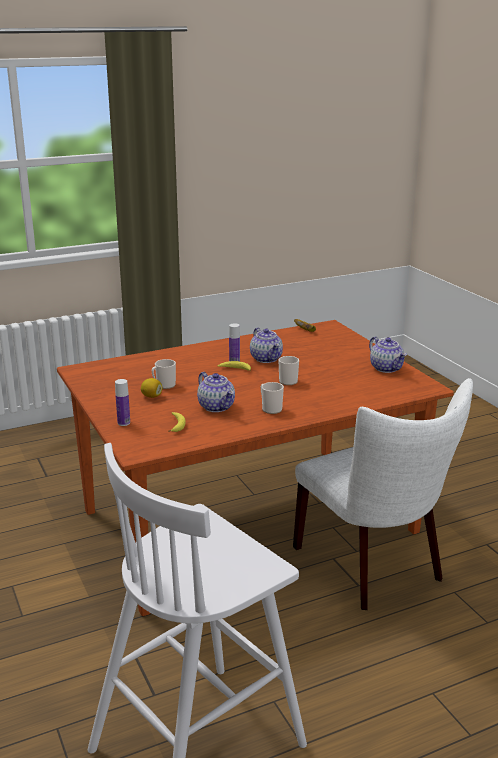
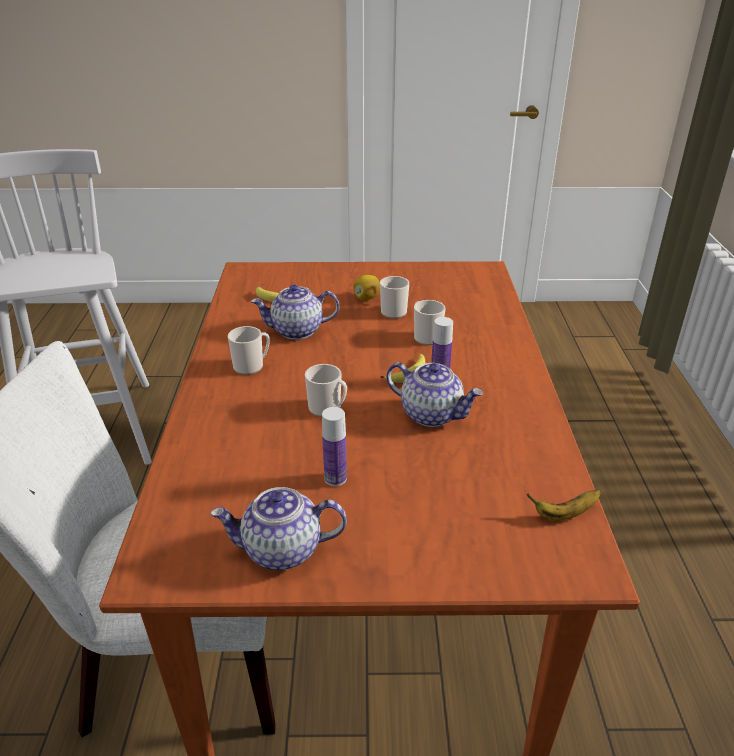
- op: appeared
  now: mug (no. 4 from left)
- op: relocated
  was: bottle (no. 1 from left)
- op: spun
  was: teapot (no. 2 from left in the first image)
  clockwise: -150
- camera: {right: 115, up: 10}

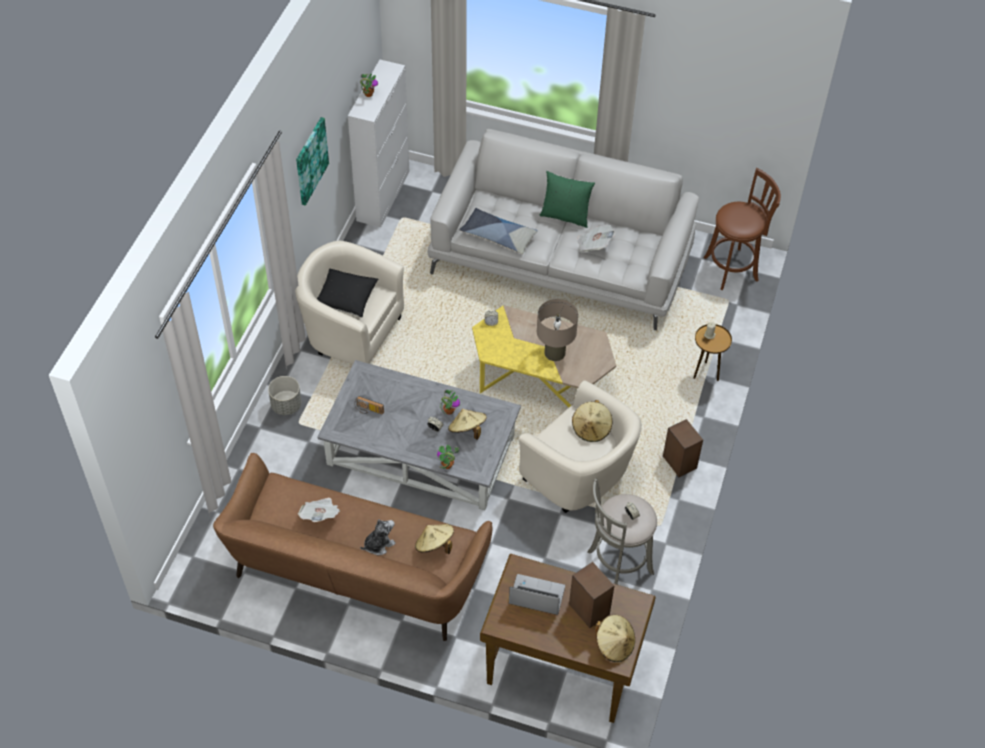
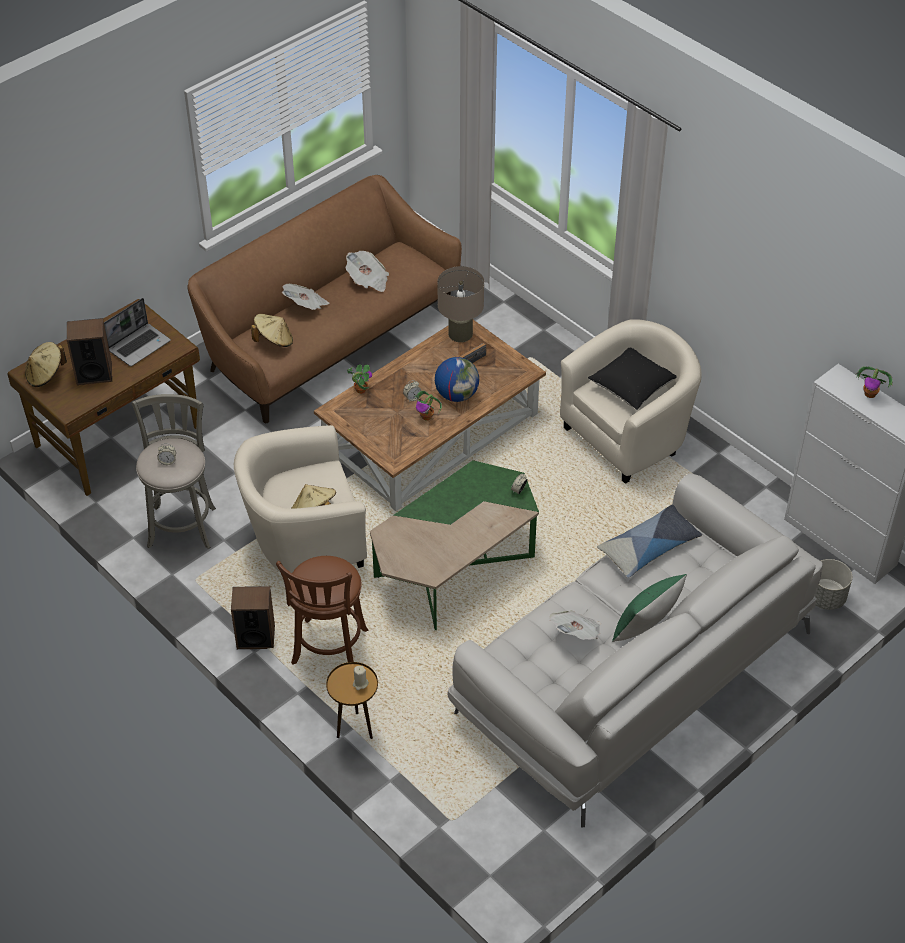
- op: missing
  was: picture
- op: missing
  was: beige hat (no. 2 from left)
- op: appeared
  now: globe
- op: relocated
  was: grey planter
- op: relocated
  was: beige table lamp
- op: relocated
  was: brown stool
- op: exchanged
  was: plush toy
  now: newspaper (no. 1 from left)
- op: colour
  was: grey coffee table
  now: brown coffee table
- op: colour
  was: yellow coffee table
  now: green coffee table
- camera: {right: 120, up: -5}

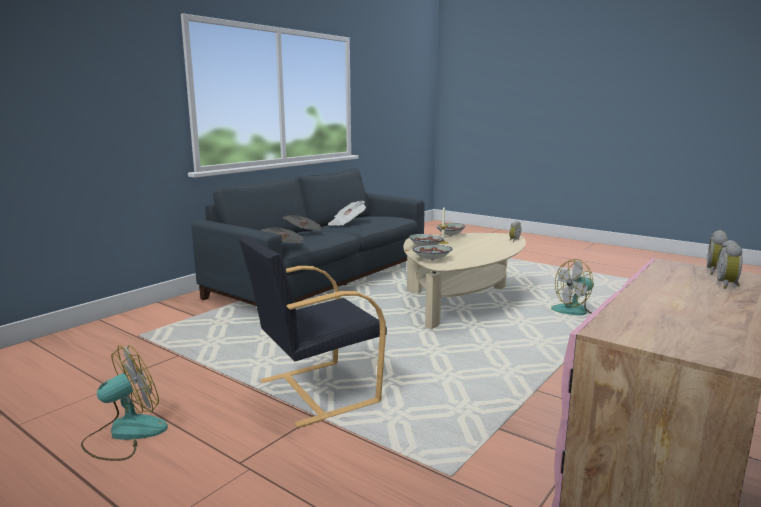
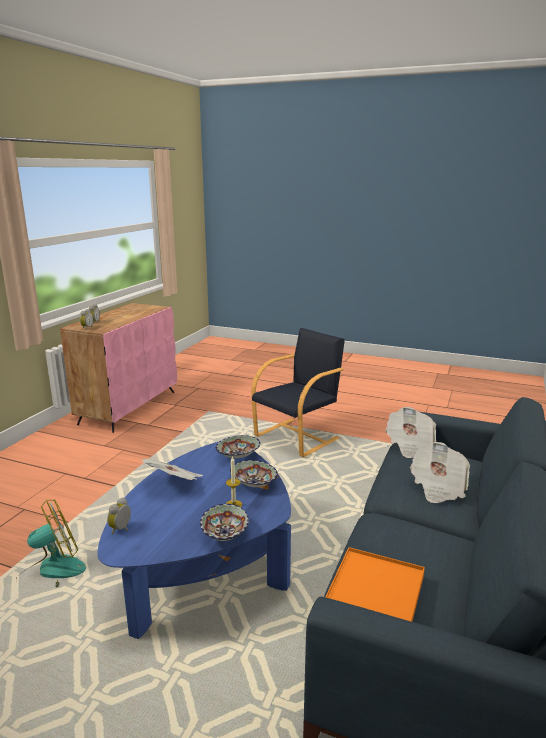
- op: missing
  was: fan (no. 1 from left)
- op: appeared
  now: orange tray
- op: relocated
  was: newspaper (no. 3 from left in the first image)
  now: newspaper (no. 1 from left)
- op: colour
  was: beige coffee table
  now: blue coffee table
- camera: {right: 165, up: 5}

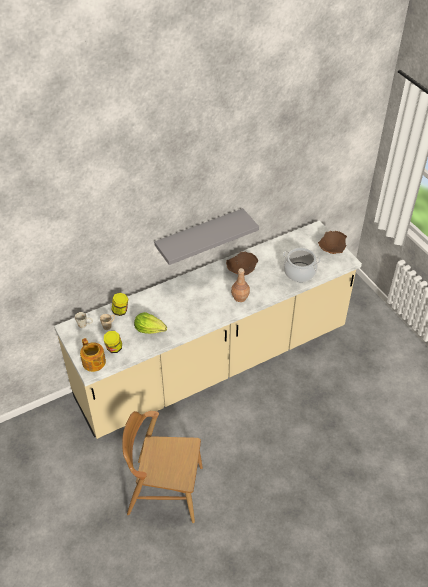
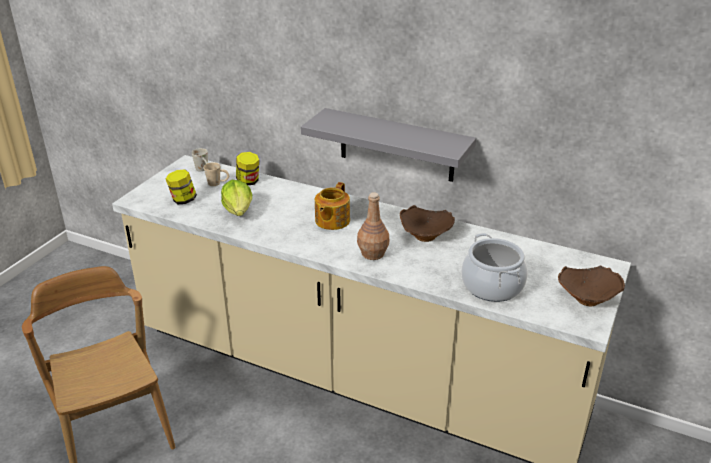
- op: relocated
  was: teapot
- camera: {right: 55, up: -15}

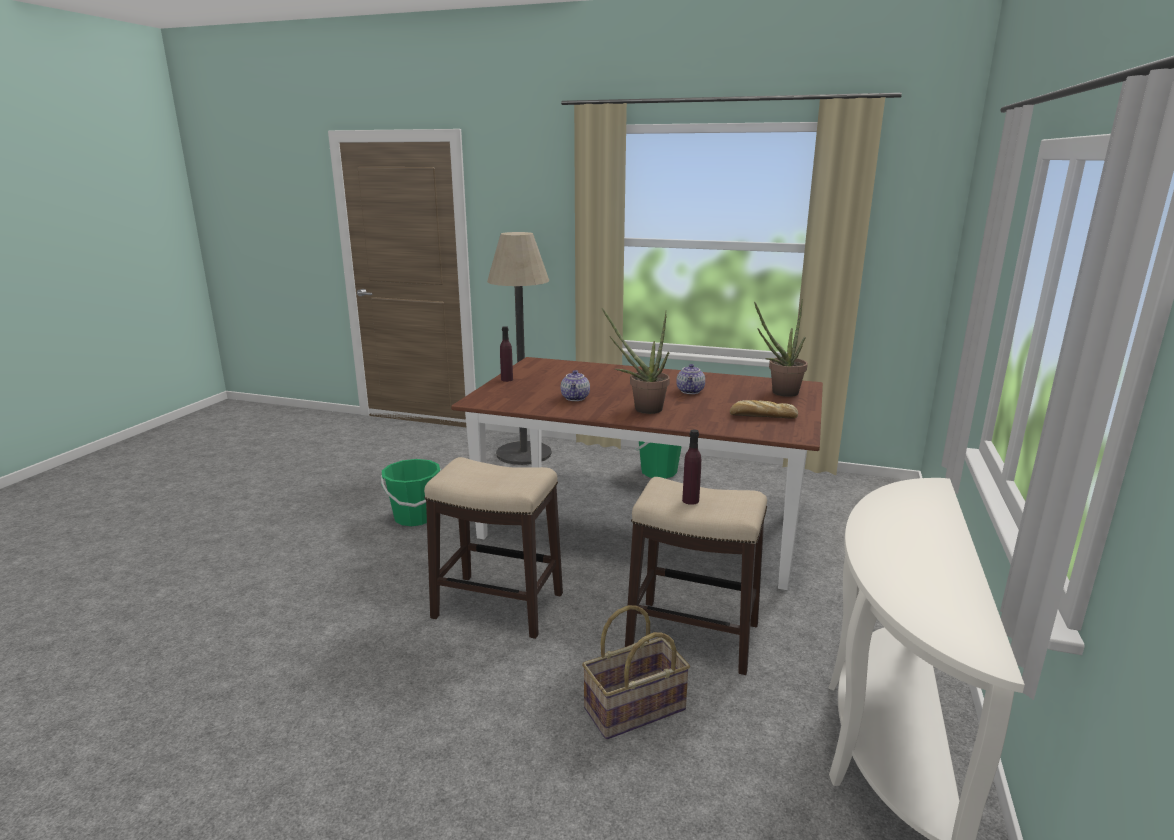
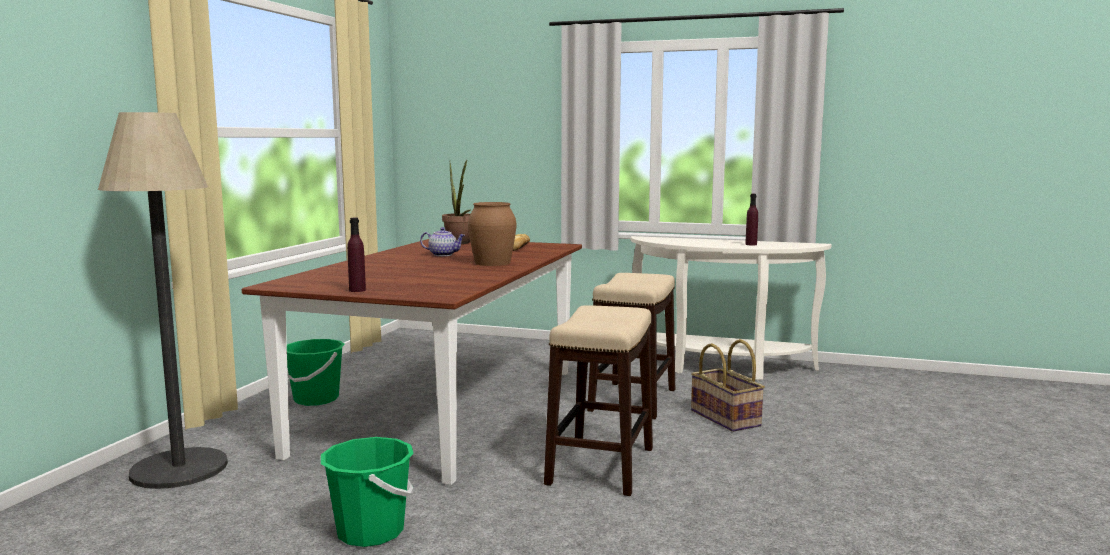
- op: missing
  was: teapot (no. 1 from left)
- op: relocated
  was: purple bottle (no. 2 from left)
- op: exchanged
  was: potted plant (no. 1 from left)
  now: brown vase
- camera: {right: -90, up: -10}

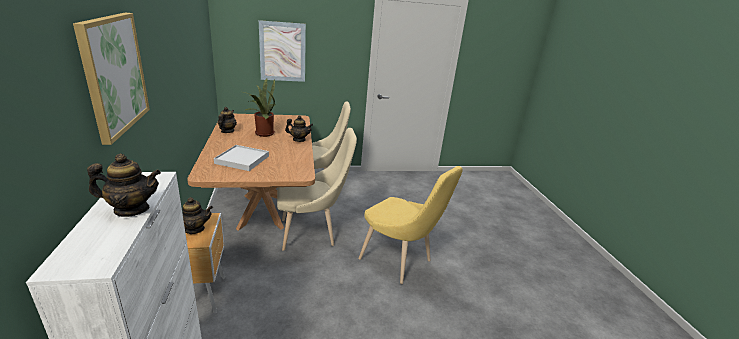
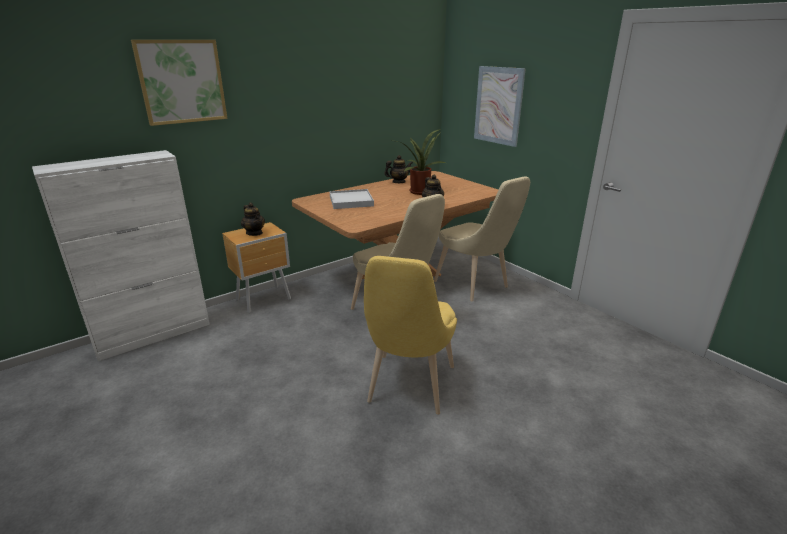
- op: missing
  was: teapot (no. 1 from left)
- camera: {right: 65, up: 0}

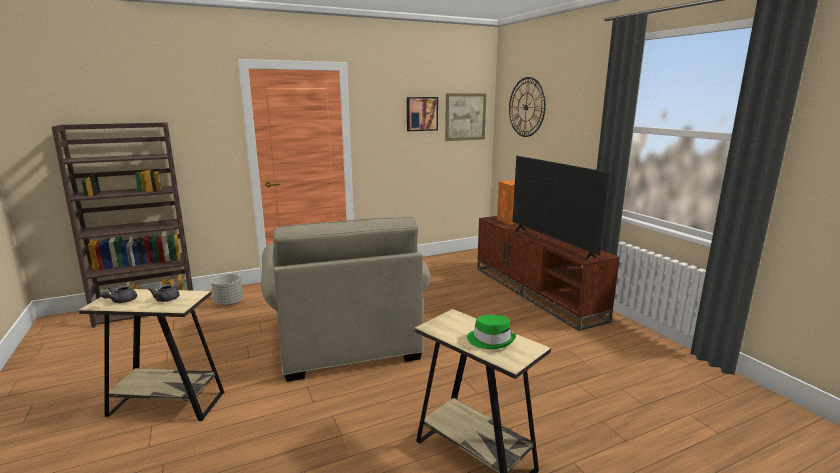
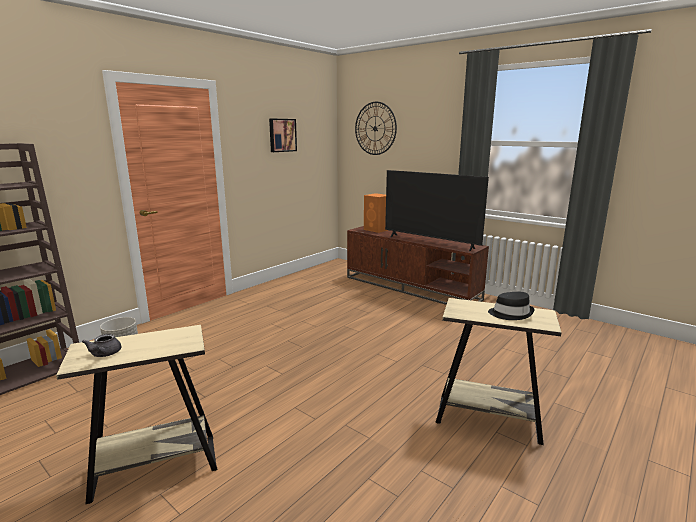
- op: missing
  was: grey teapot (no. 2 from left)
- op: missing
  was: beige armchair
- op: missing
  was: picture (no. 2 from left)
- op: colour
  was: green hat
  now: black hat
- camera: {right: -25, up: 0}

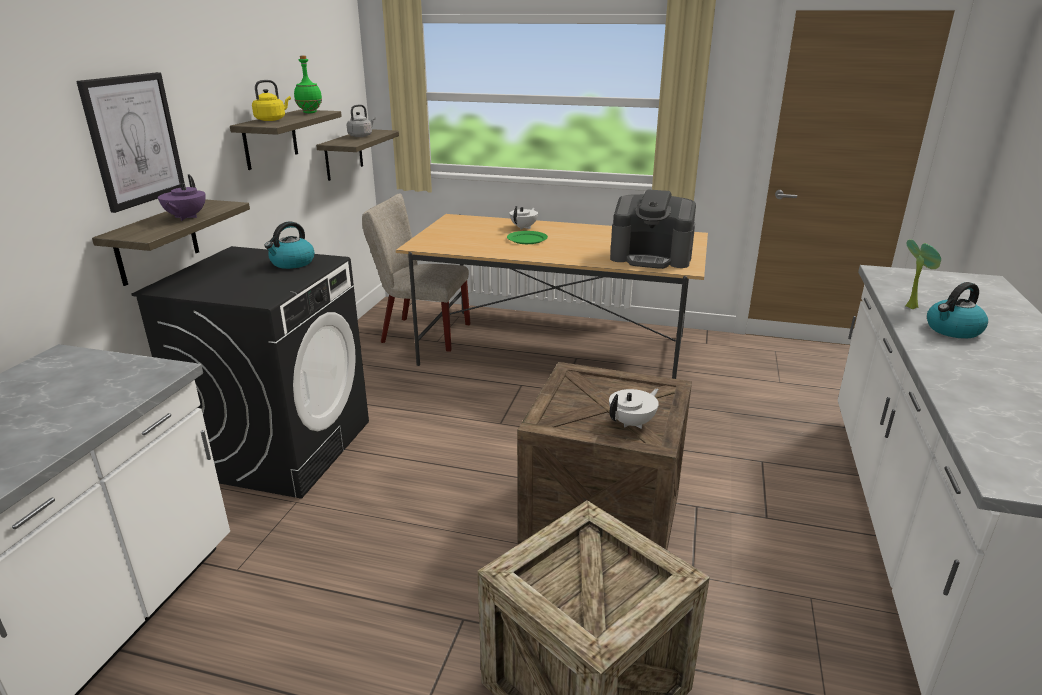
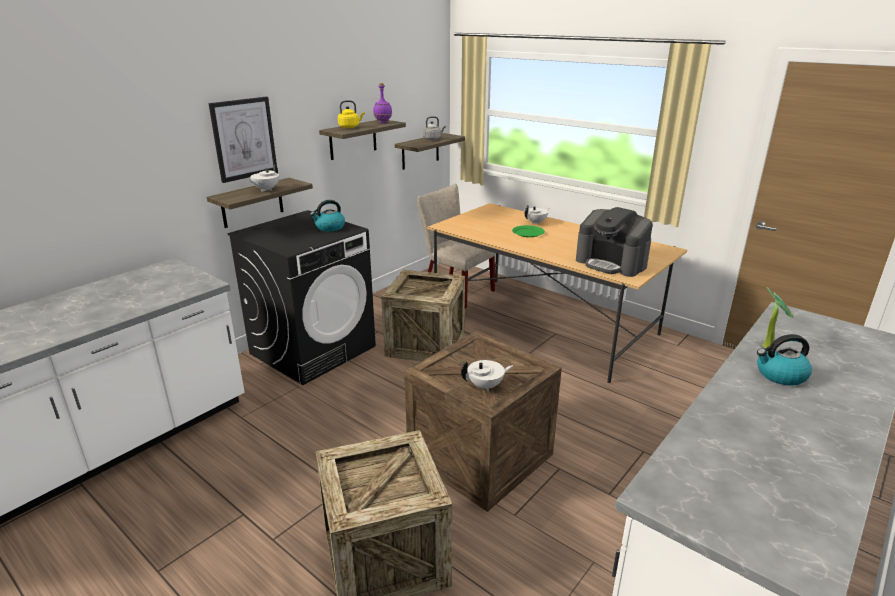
- op: appeared
  now: crate (no. 2 from left)
- op: colour
  was: purple teapot
  now: white teapot (no. 1 from left)
- op: colour
  was: green bottle
  now: purple bottle
- camera: {right: 25, up: 0}

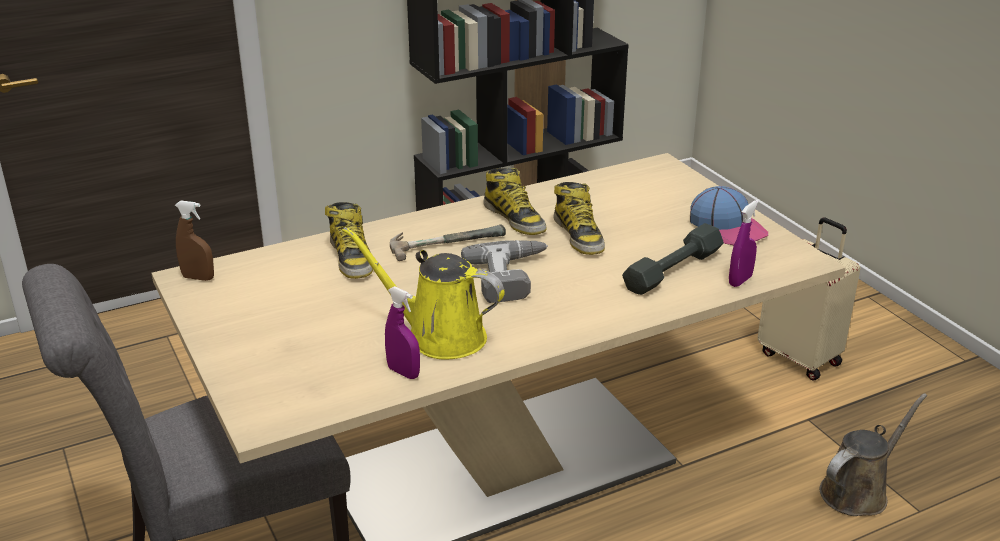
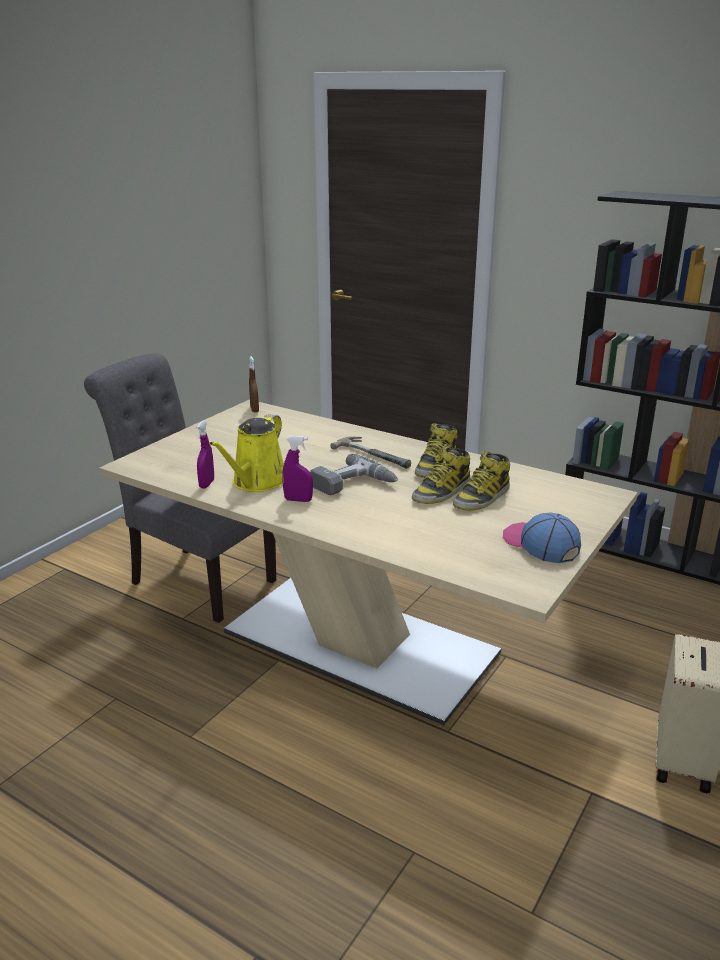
- op: missing
  was: grey dumbbell
- op: missing
  was: brown watering can
- op: relocated
  was: boot (no. 1 from left in the first image)
  now: boot (no. 3 from left)
- op: relocated
  was: purple spray bottle (no. 2 from left)
- op: spun
  was: yellow watering can
  clockwise: -150
- op: spun
  was: cap
  clockwise: 120
- camera: {right: 60, up: -5}

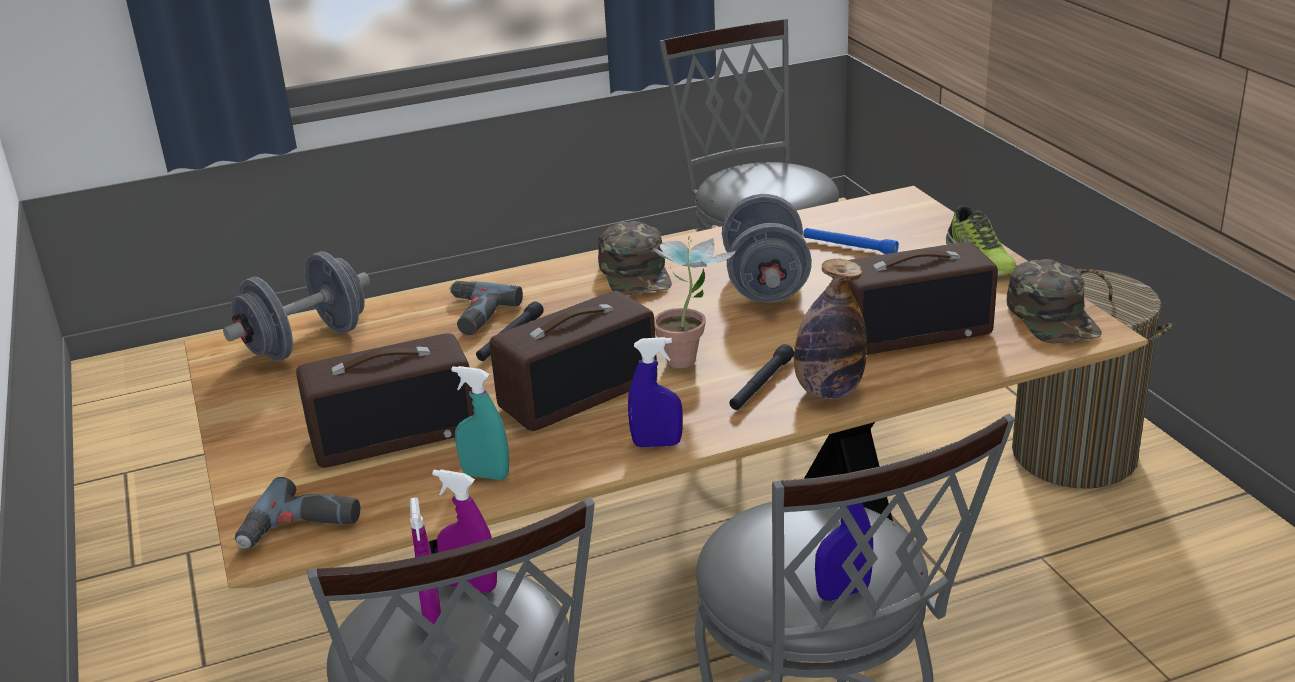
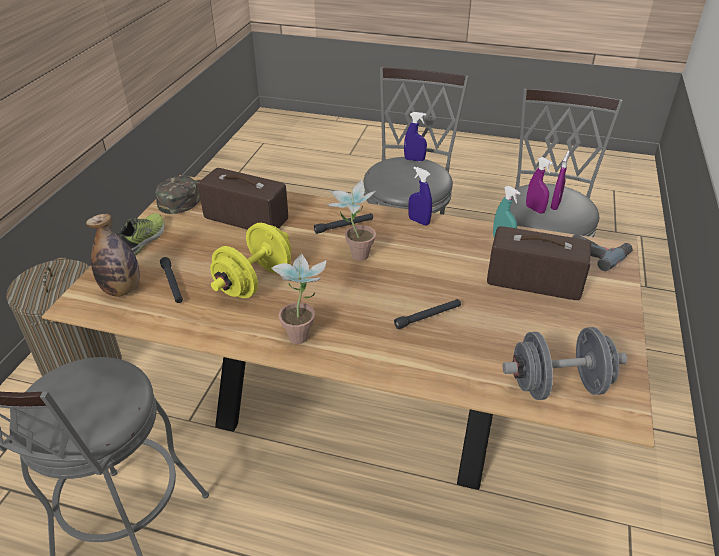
- op: missing
  was: power drill (no. 2 from left)
- op: missing
  was: radio (no. 2 from left)
- op: relocated
  was: bottle
- op: exchanged
  was: green cap (no. 1 from left)
  now: potted plant (no. 1 from left)
- op: colour
  was: grey dumbbell (no. 2 from left)
  now: yellow dumbbell
- op: colour
  was: blue flashlight
  now: black flashlight (no. 1 from left)
- camera: {right: -145, up: 10}

